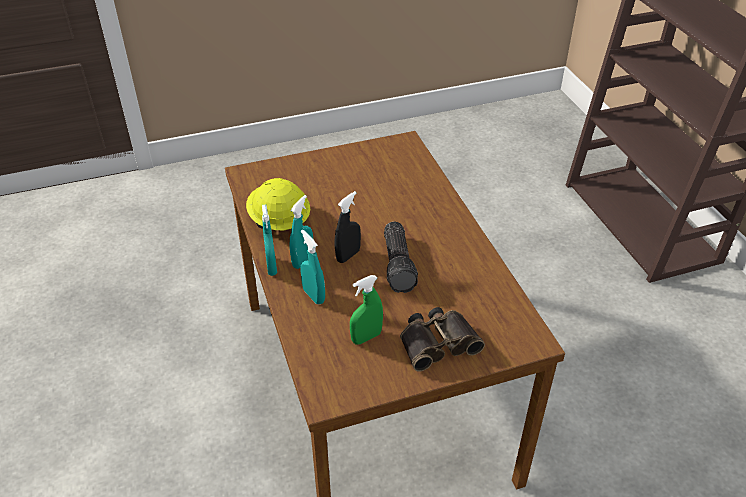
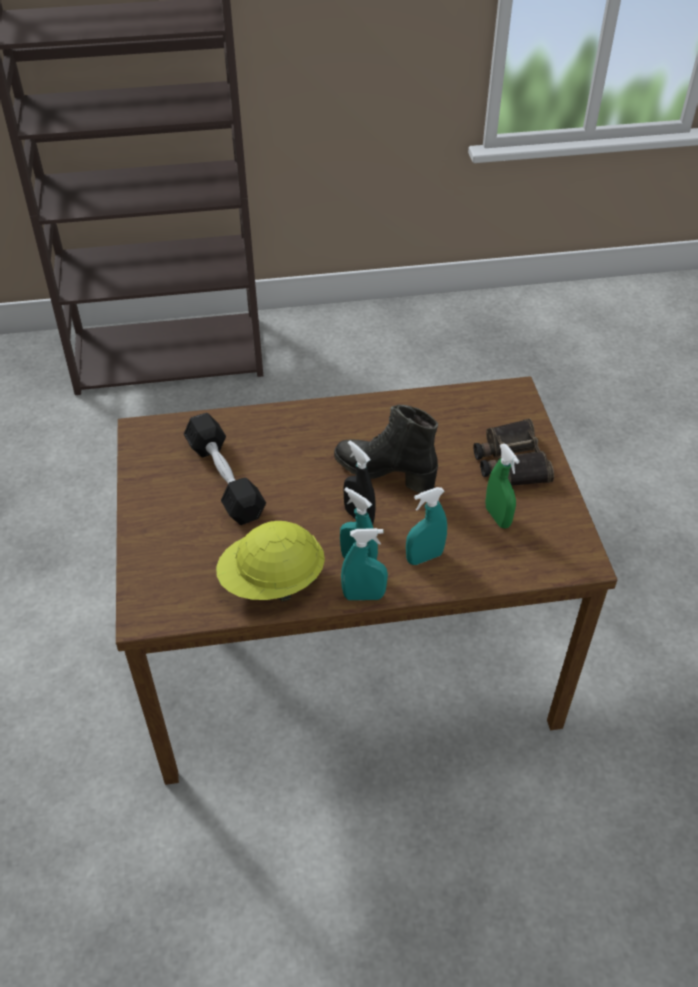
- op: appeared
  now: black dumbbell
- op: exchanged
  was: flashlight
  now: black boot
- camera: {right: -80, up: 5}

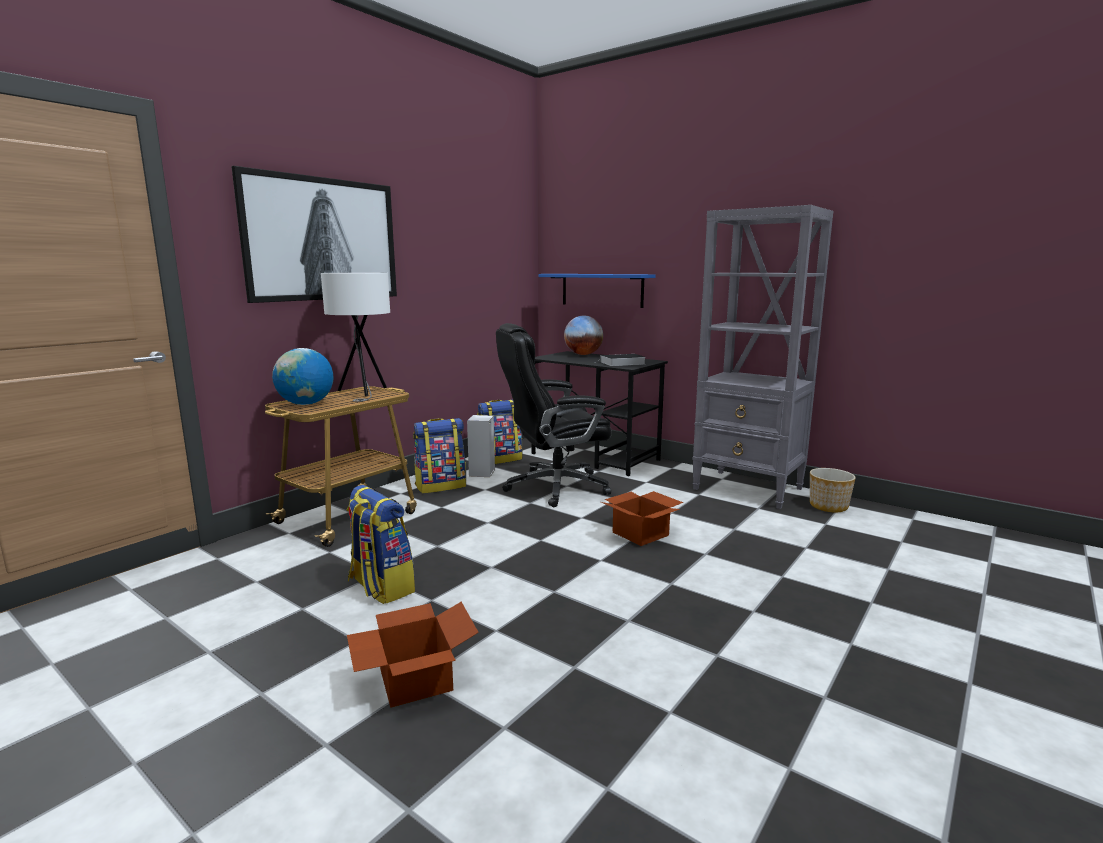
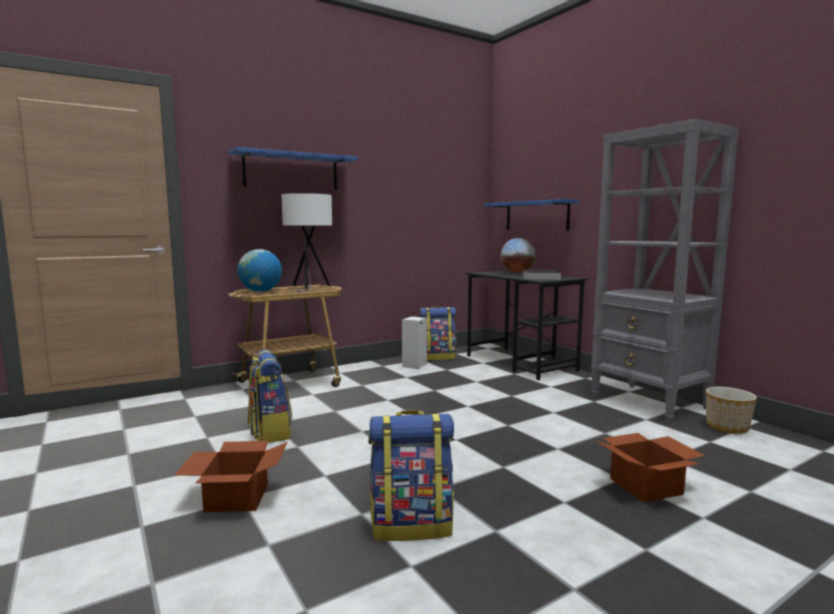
- op: missing
  was: black office chair
- op: relocated
  was: backpack (no. 2 from left)
- op: relocated
  was: cardboard box (no. 2 from left)
- op: exchanged
  was: picture
  now: blue shelf (no. 1 from left)
- camera: {right: 20, up: -5}

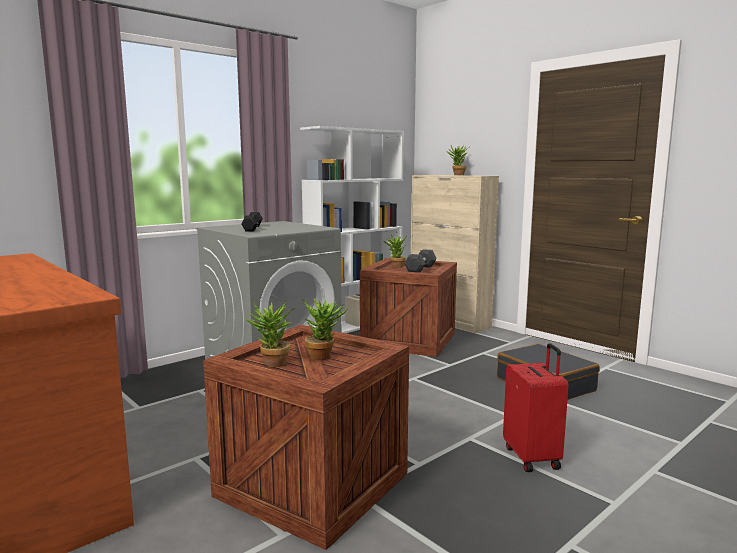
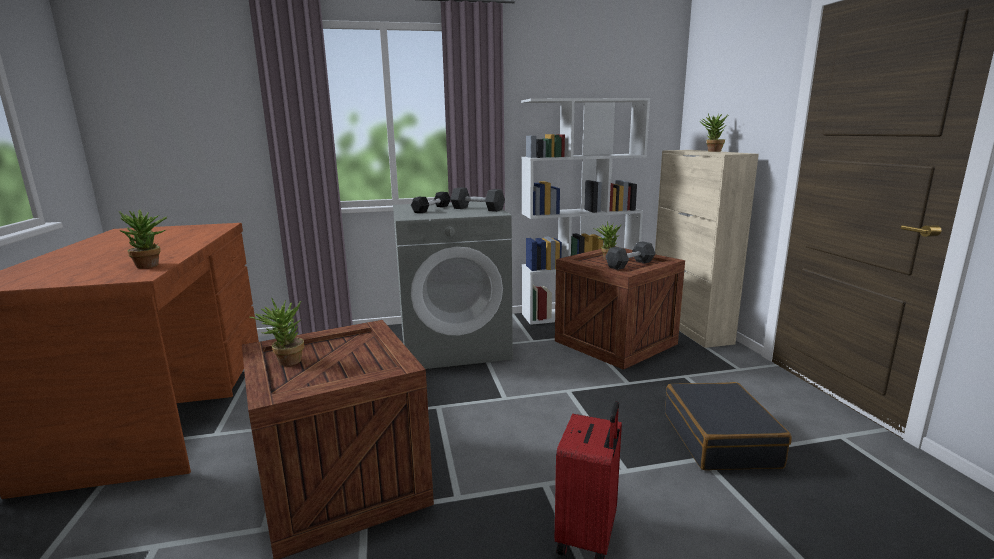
- op: appeared
  now: black dumbbell (no. 2 from left)
- op: relocated
  was: potted plant (no. 2 from left in the first image)
  now: potted plant (no. 1 from left)
- camera: {right: 30, up: 5}

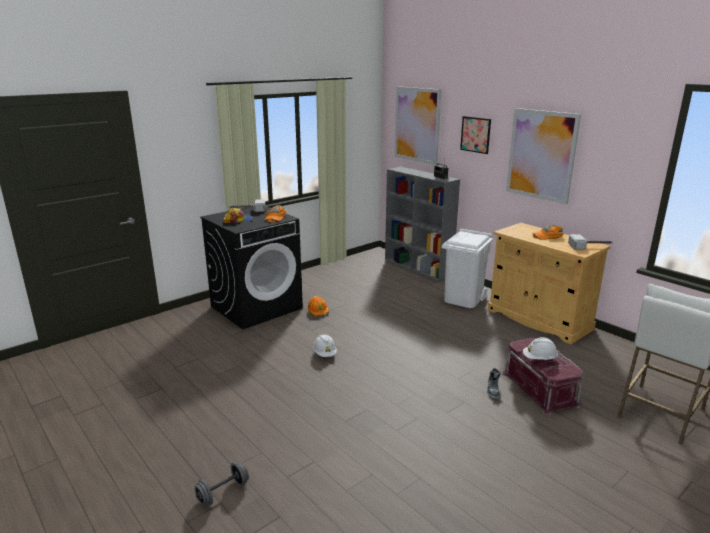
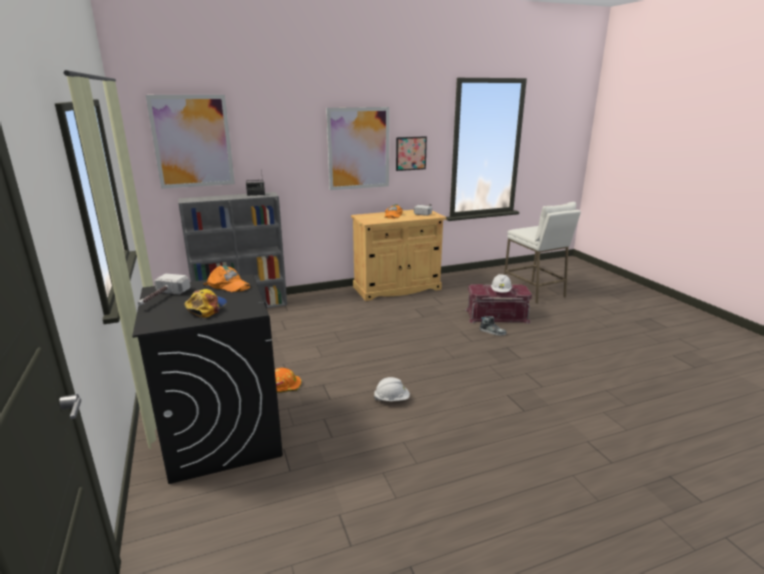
- op: missing
  was: grey dumbbell
- op: missing
  was: white trash can
- op: relocated
  was: picture (no. 2 from left in the first image)
  now: picture (no. 3 from left)
- camera: {right: -70, up: 0}

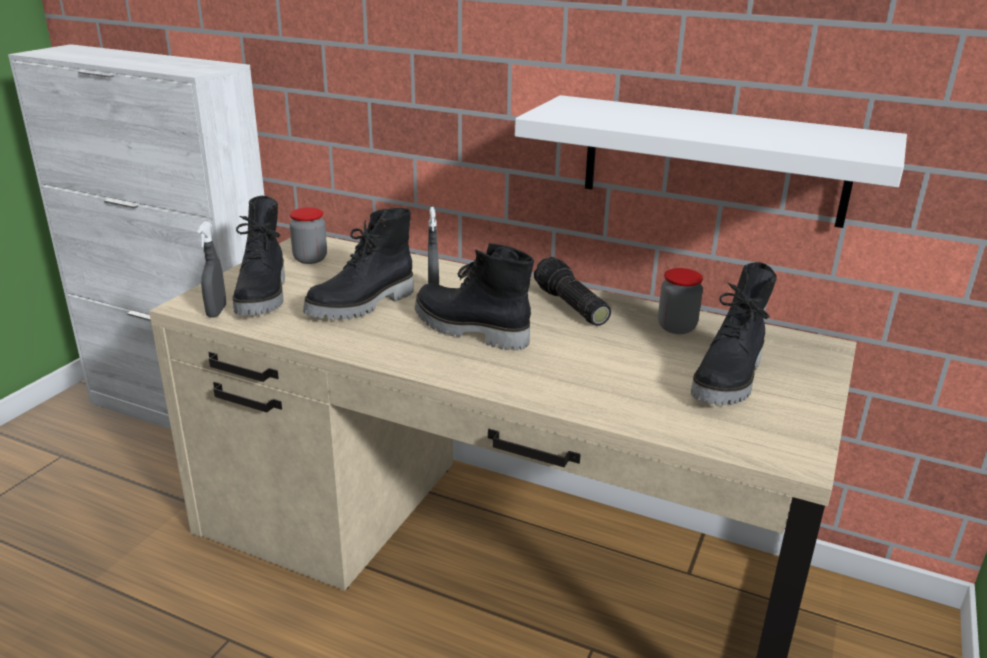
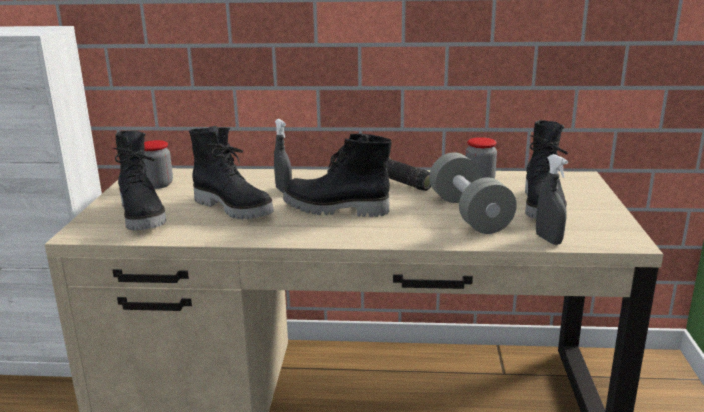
- op: missing
  was: white shelf
- op: appeared
  now: grey dumbbell
- op: relocated
  was: grey spray bottle (no. 1 from left in the first image)
  now: grey spray bottle (no. 2 from left)
- op: spun
  was: black boot (no. 2 from left)
  clockwise: -75
- camera: {right: -20, up: -5}

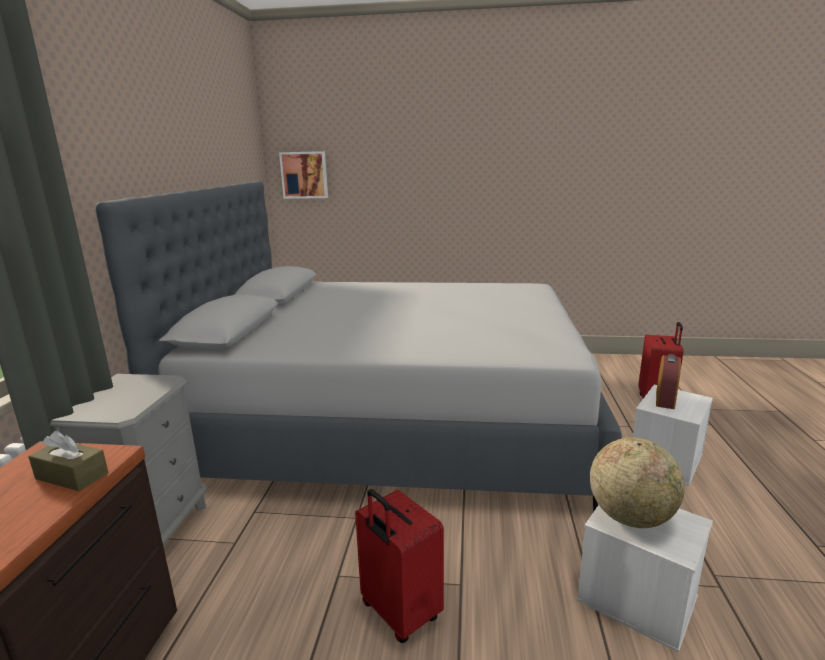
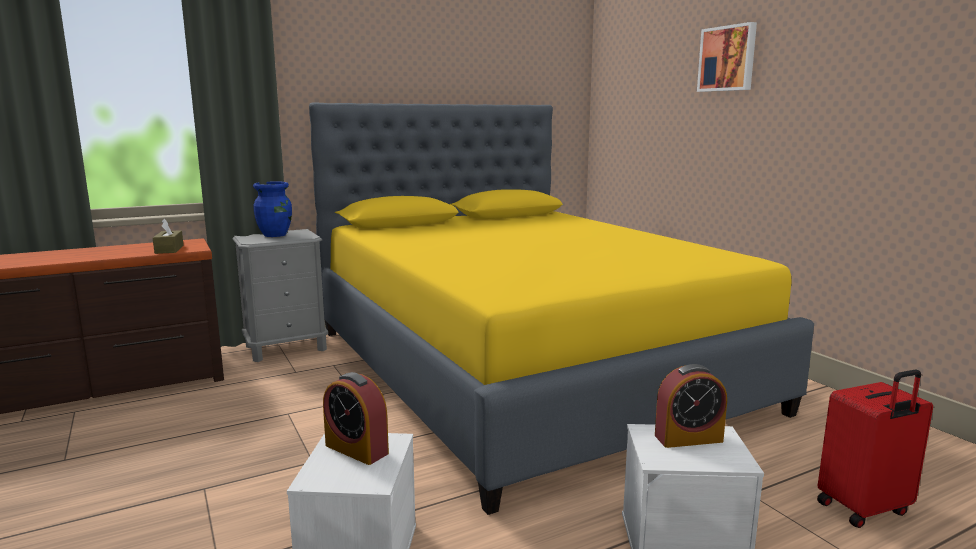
- op: missing
  was: red suitcase (no. 1 from left)
- op: appeared
  now: blue vase
- op: relocated
  was: picture
- op: exchanged
  was: globe
  now: alarm clock (no. 1 from left)
- op: colour
  was: grey bed
  now: yellow bed
- camera: {right: 55, up: -5}

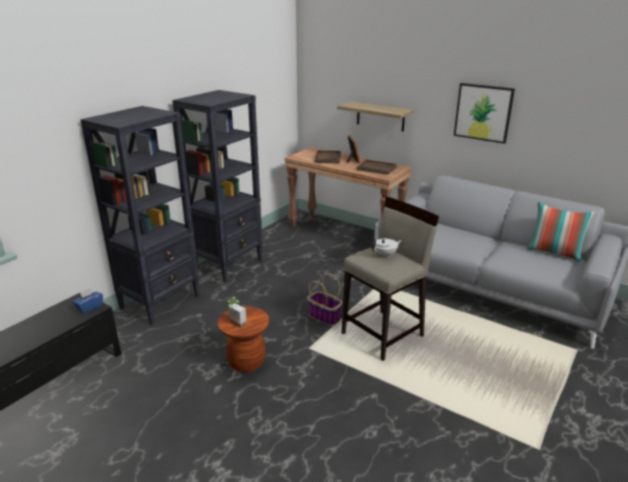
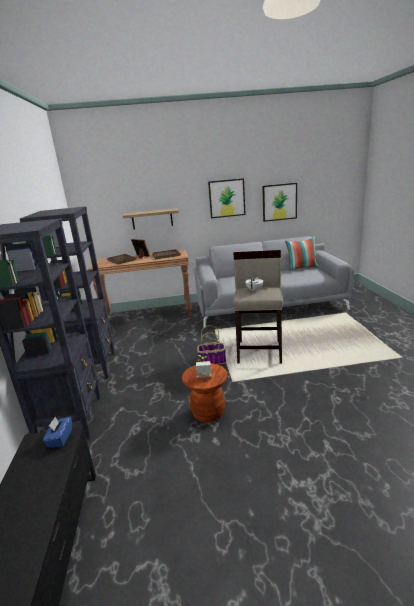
- op: appeared
  now: picture (no. 2 from left)
- camera: {right: -40, up: -5}

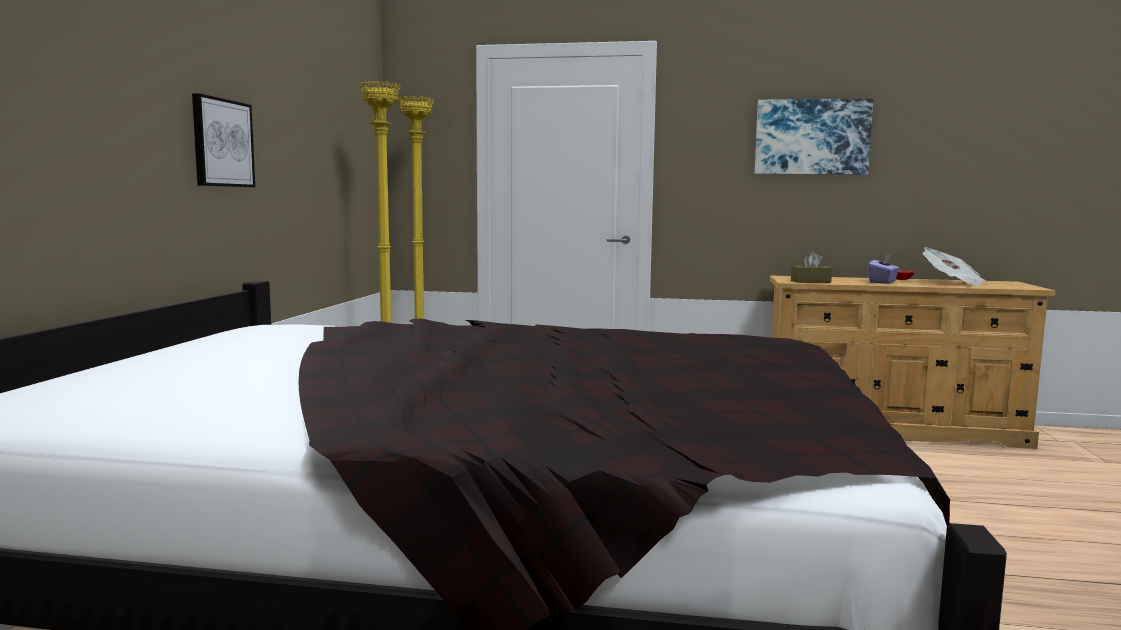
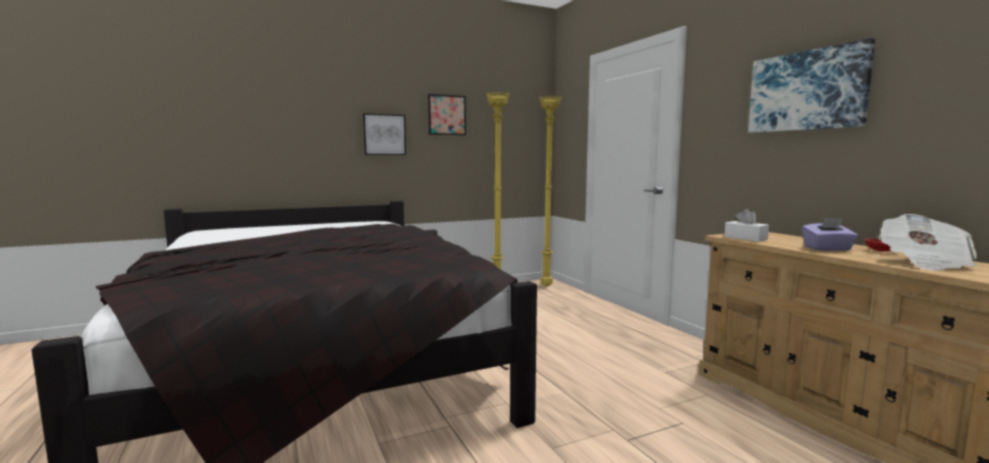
- op: appeared
  now: picture (no. 2 from left)
- op: colour
  was: brown tissue box
  now: white tissue box
- camera: {right: 55, up: 0}

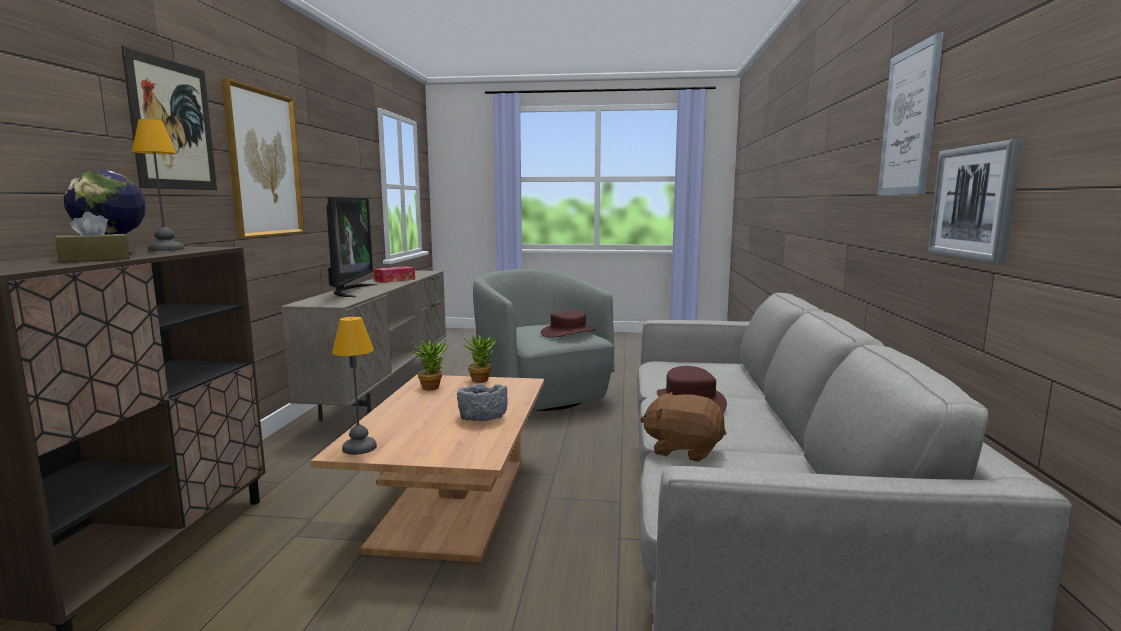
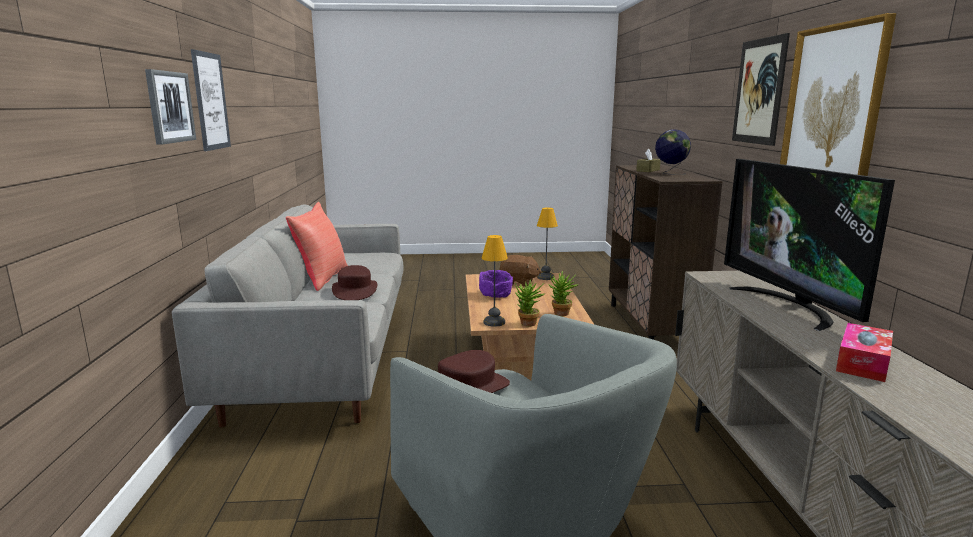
- op: appeared
  now: red pillow
- op: relocated
  was: table lamp (no. 1 from left)
- op: relocated
  was: brown plush toy
- op: relocated
  was: picture (no. 4 from left in the first image)
  now: picture (no. 1 from left)
- op: colour
  was: grey bowl
  now: purple bowl
- camera: {right: 170, up: 5}

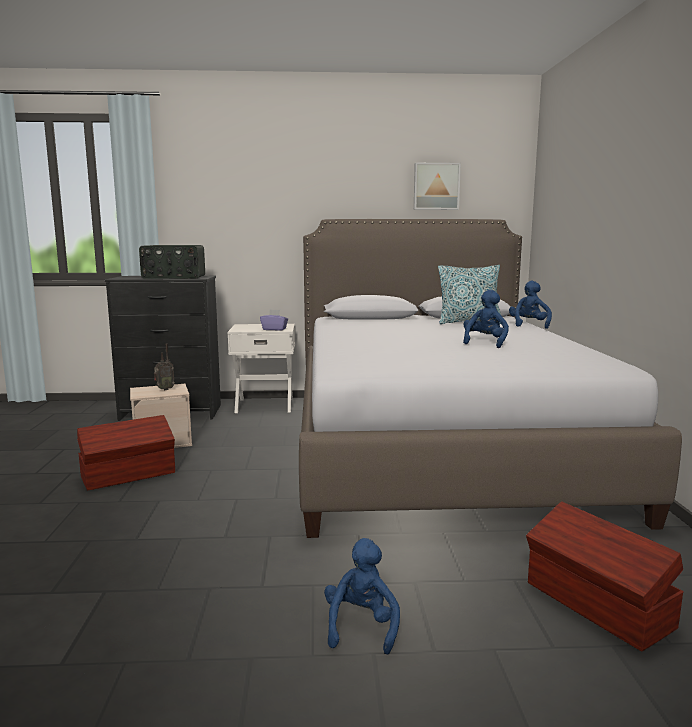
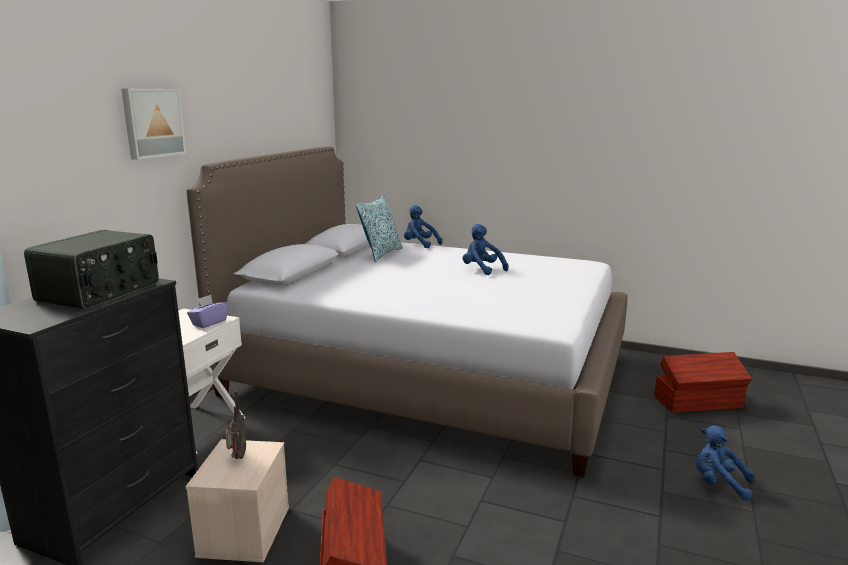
- op: relocated
  was: picture
- camera: {right: -65, up: 5}

